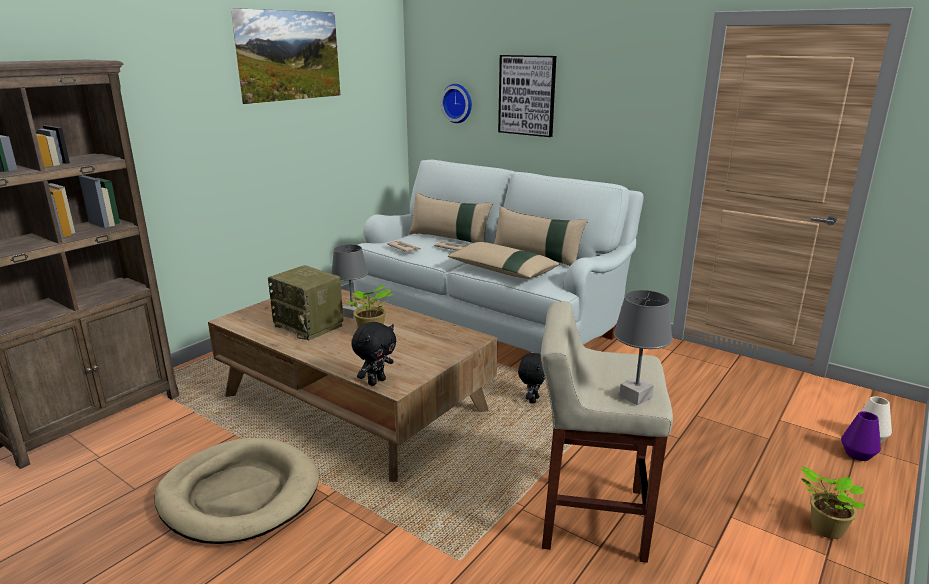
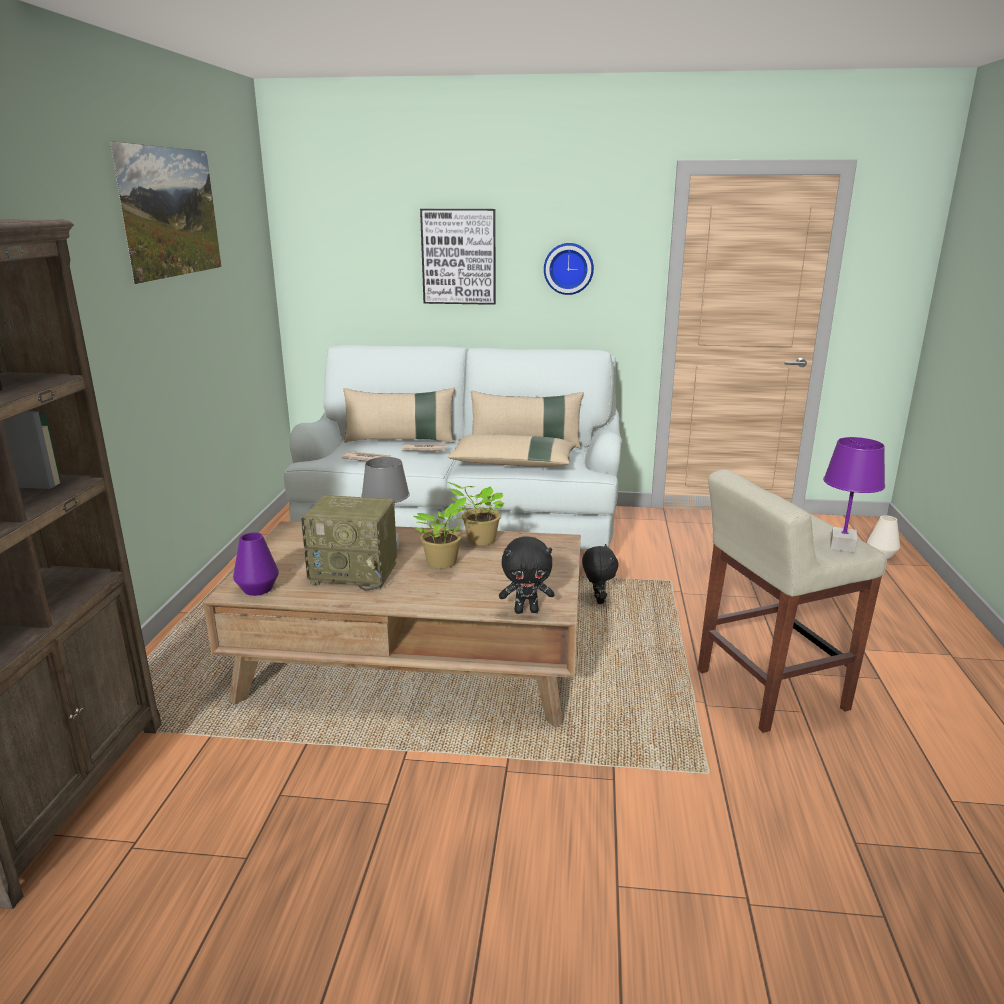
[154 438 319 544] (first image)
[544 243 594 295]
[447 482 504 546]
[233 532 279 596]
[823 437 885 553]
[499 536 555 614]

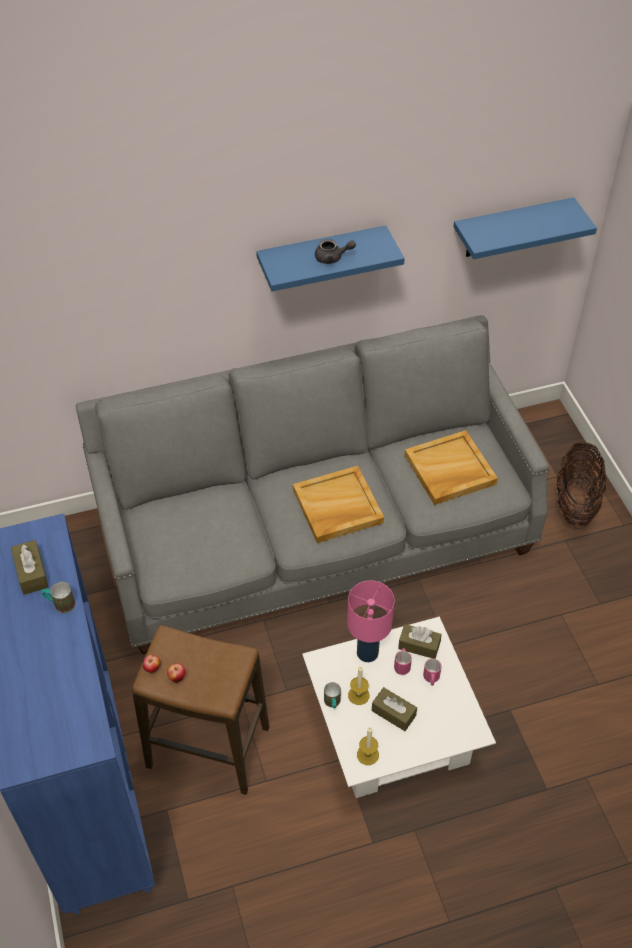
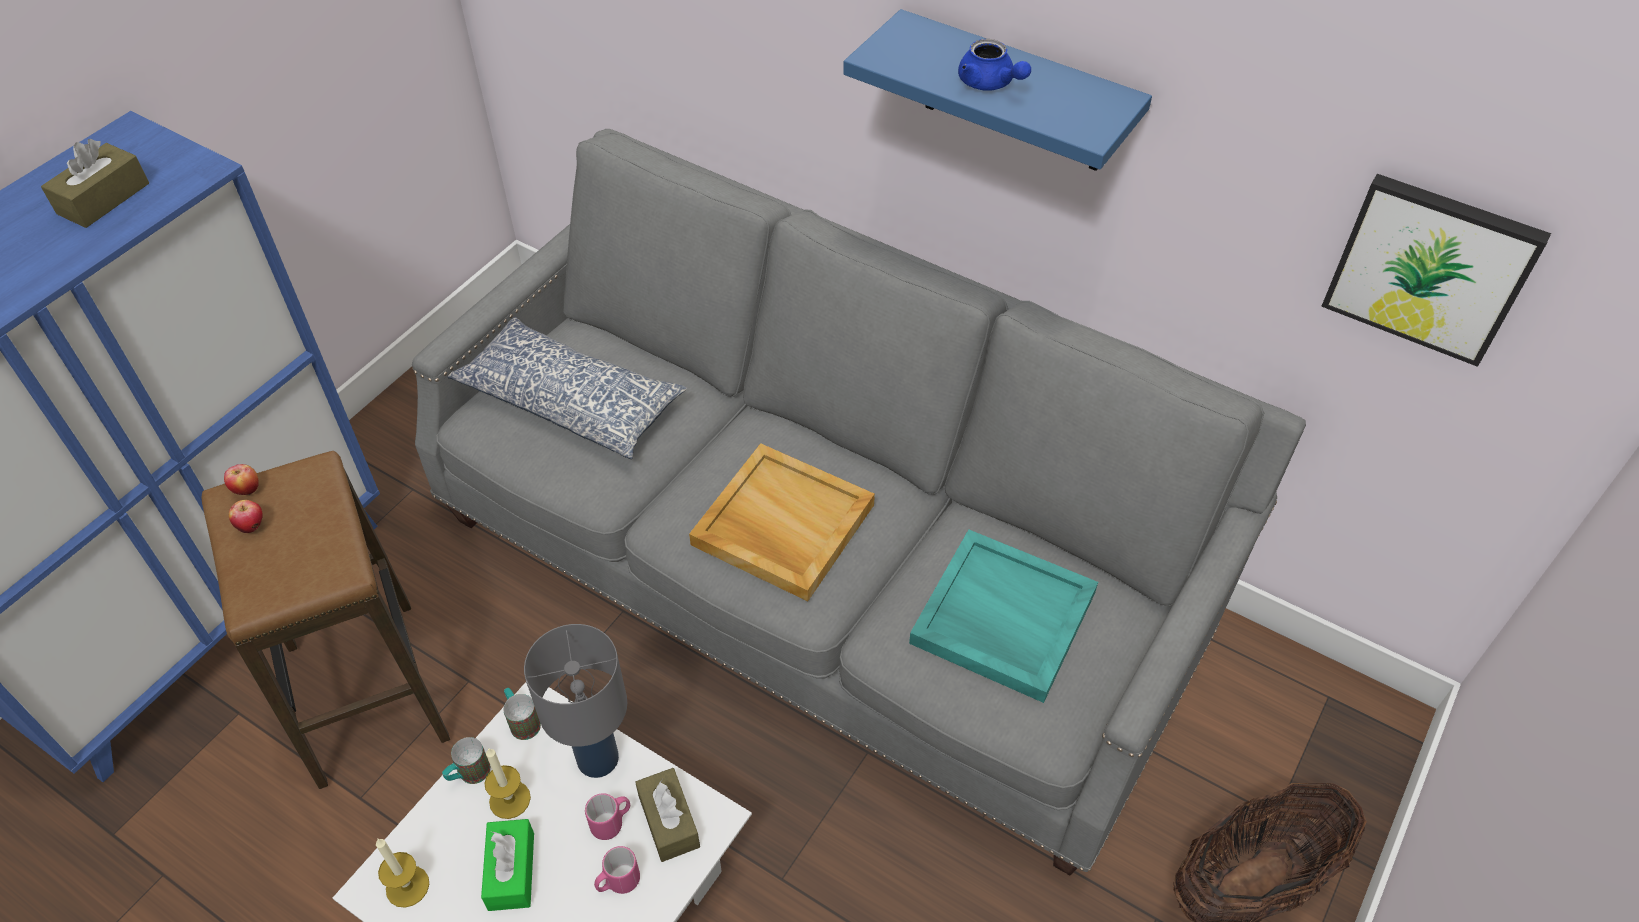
[447 317 687 459]
[503 688 541 740]
[1321 174 1551 367]
[958 39 1031 91]
[524 624 627 778]
[481 819 534 911]
[909 529 1098 703]

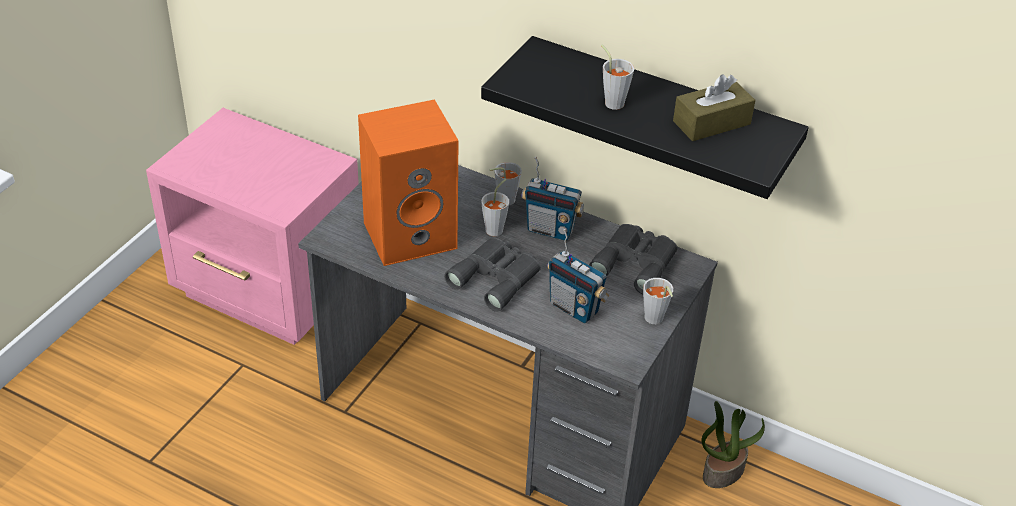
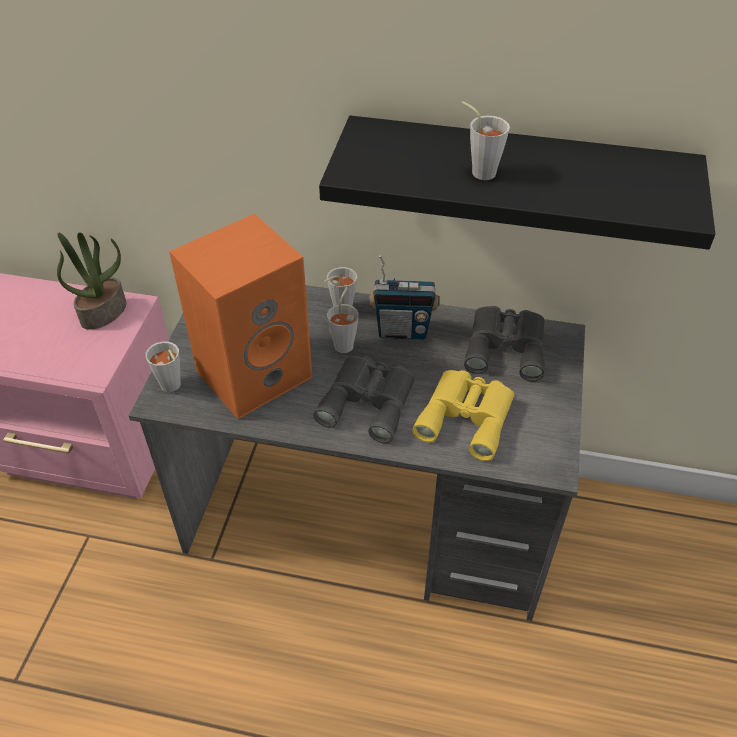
[673 74 755 141] (first image)
[145 341 181 392]
[57 232 126 330]
[412 370 514 461]

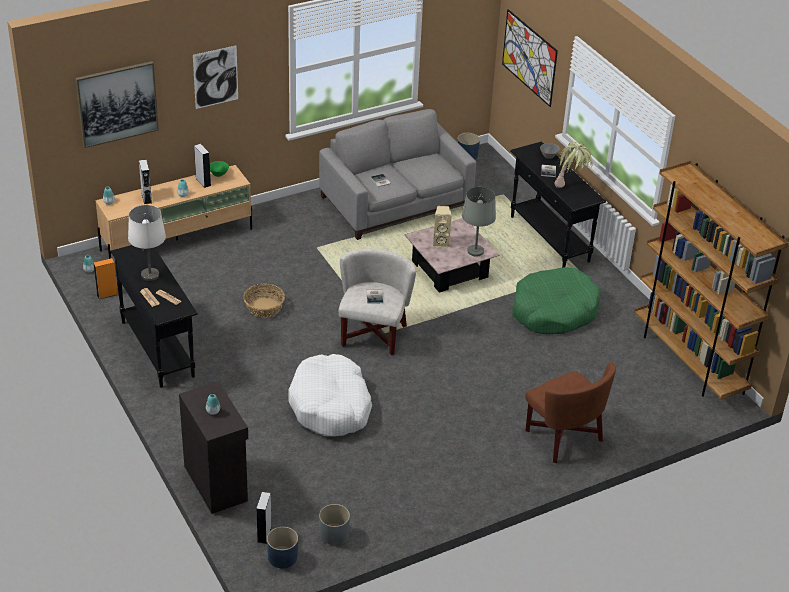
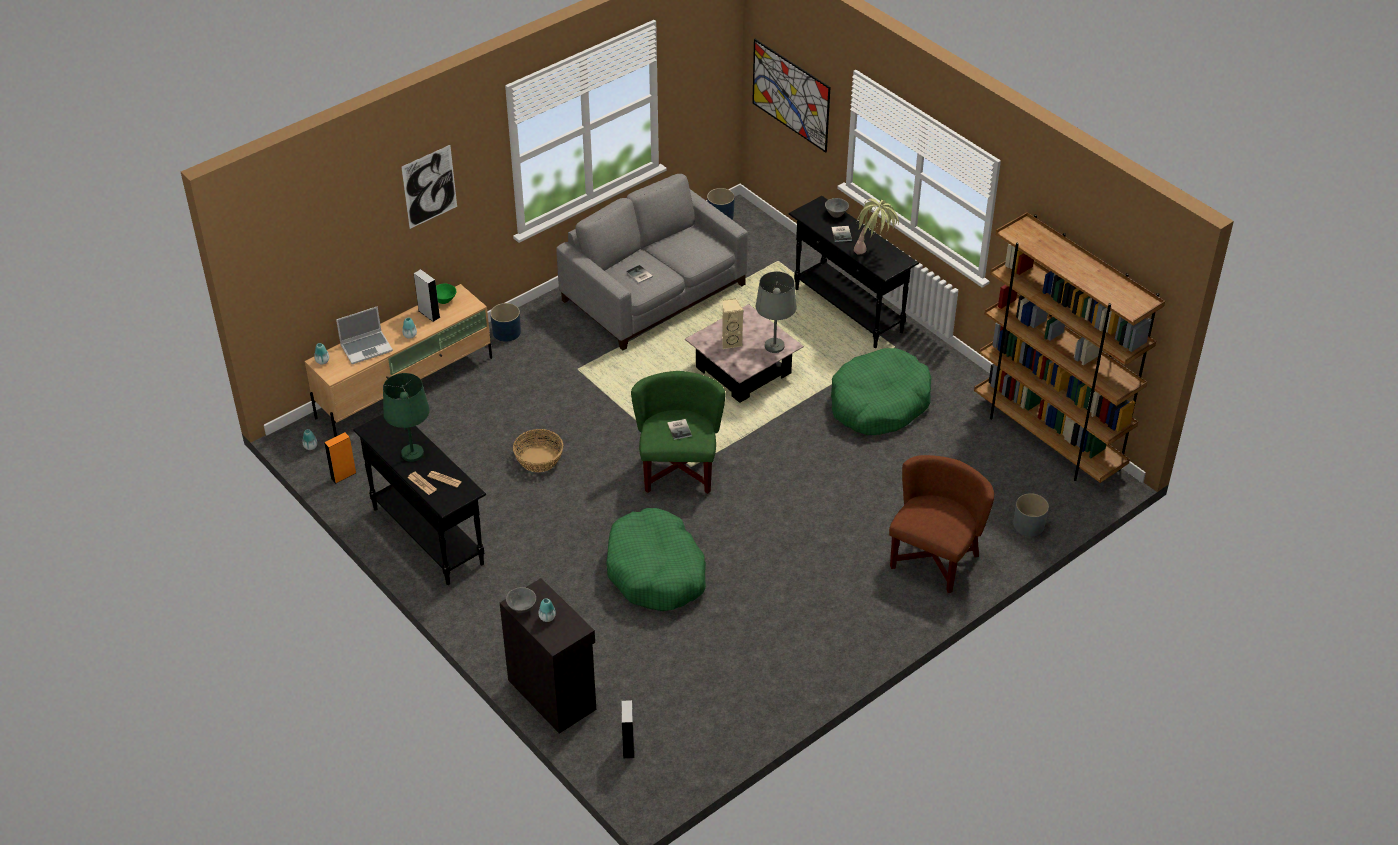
[76 61 159 148] (first image)
[506 587 536 613]
[490 303 521 342]
[1013 493 1049 537]
[336 306 393 364]
[383 373 430 462]
[606 508 706 611]
[631 371 725 494]
[889 455 994 593]

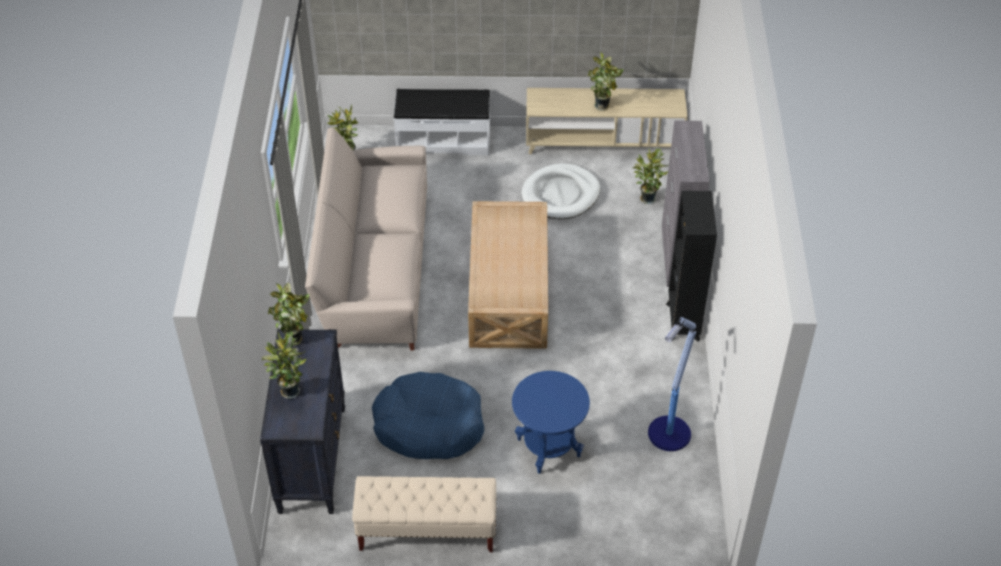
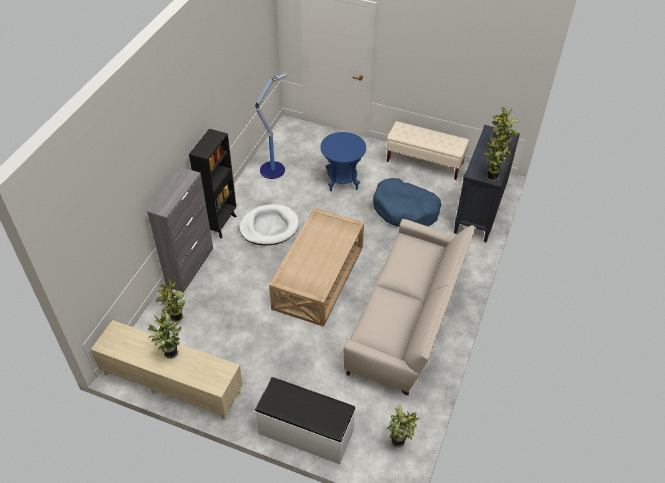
[239 204 299 246]

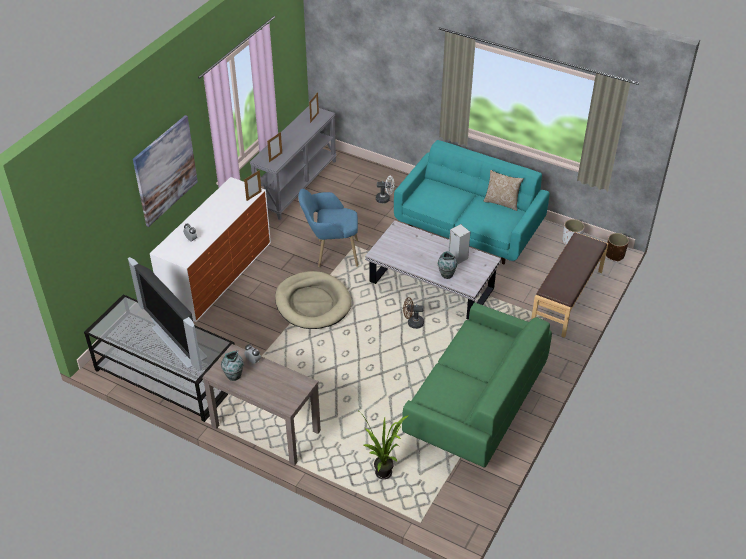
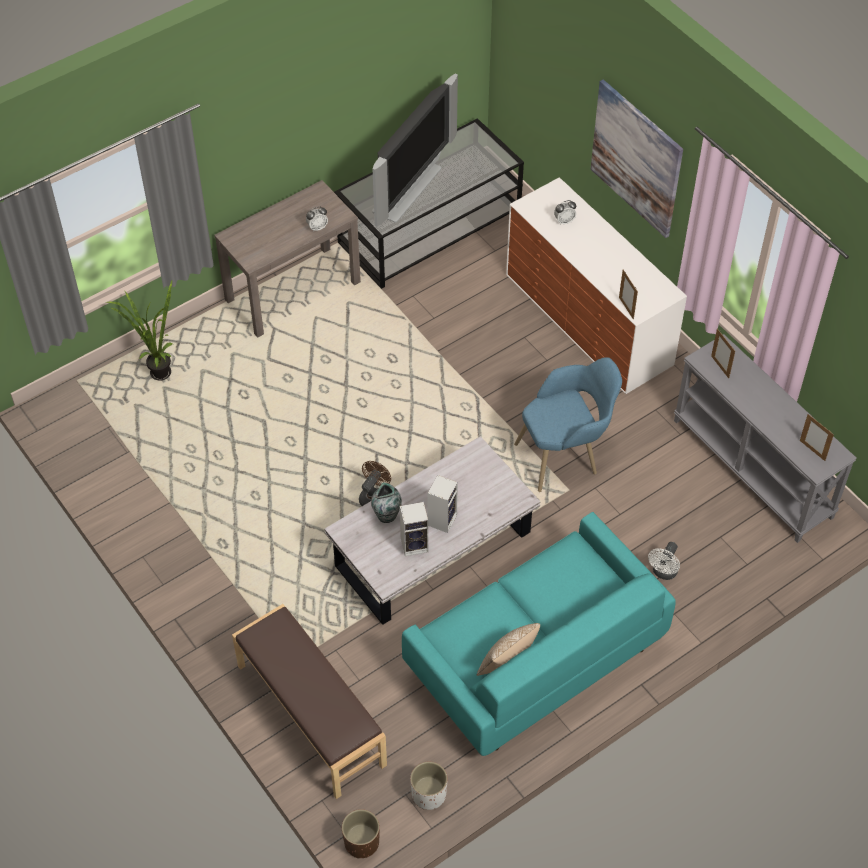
[221 350 244 381] (first image)
[275 271 352 329] (first image)
[402 303 552 468] (first image)
[428 475 458 533]
[372 74 458 227]
[514 357 622 492]

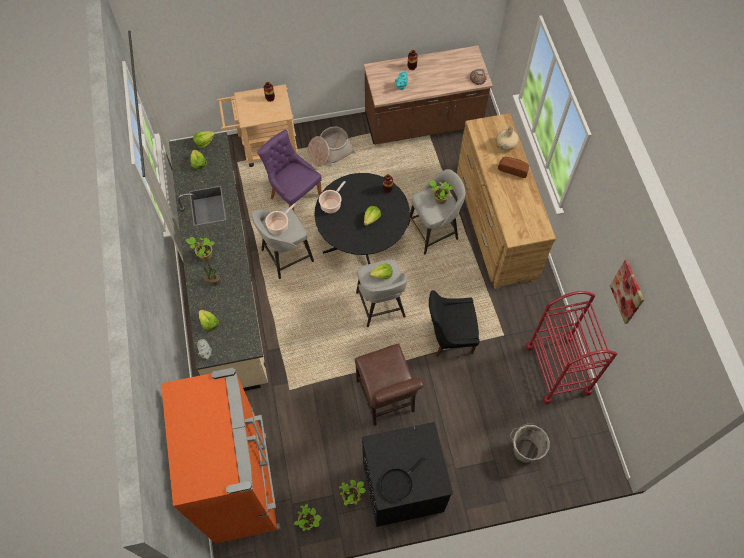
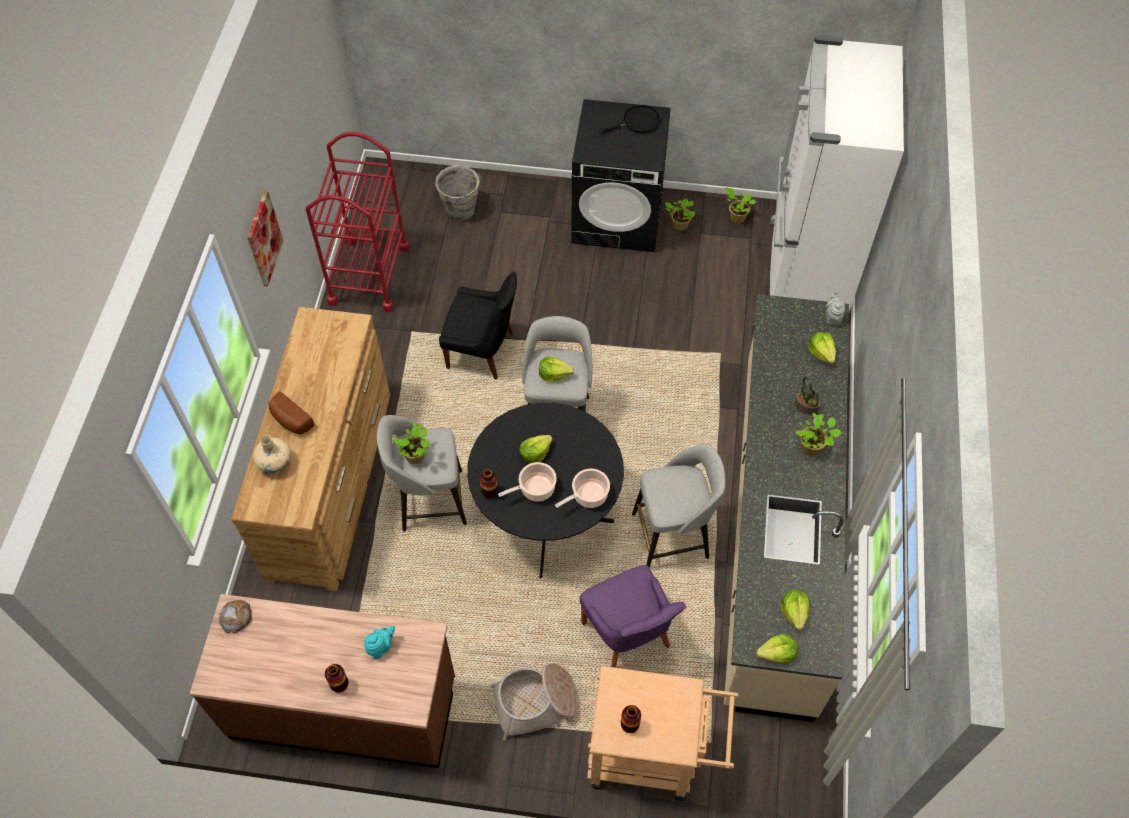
[355 343 423 426] (first image)
[498 462 557 502]
[247 190 283 286]
[770 34 904 312]

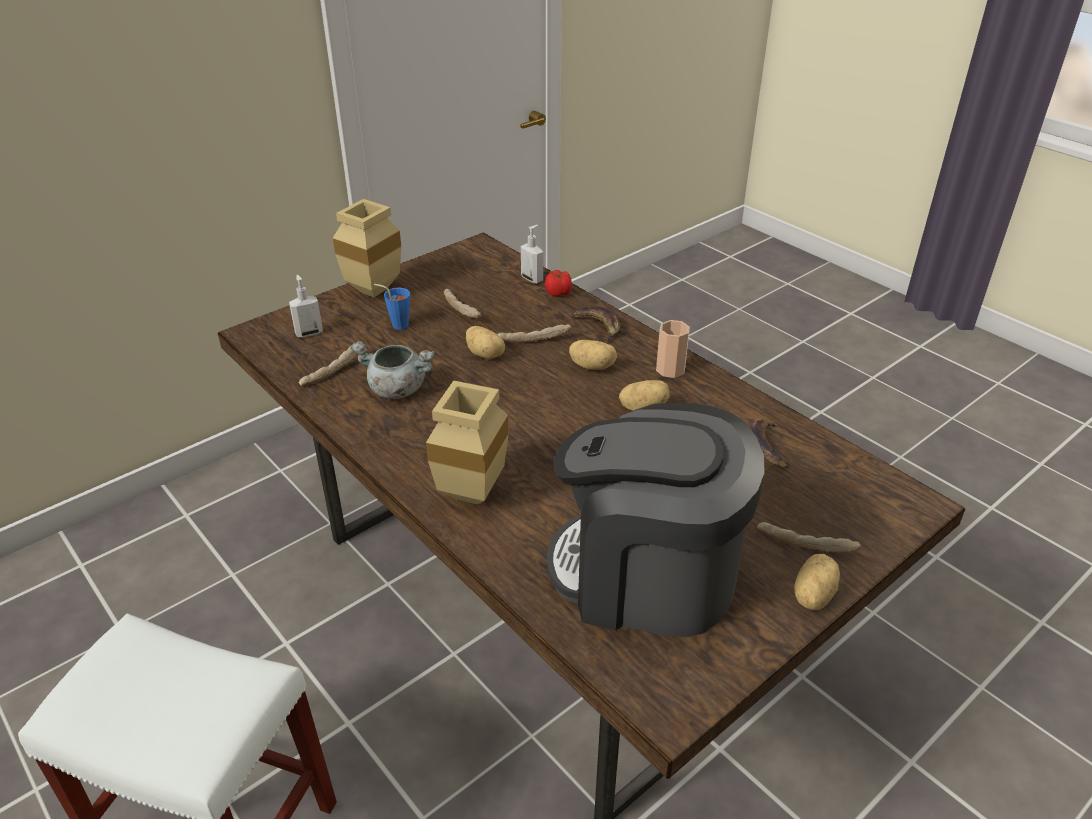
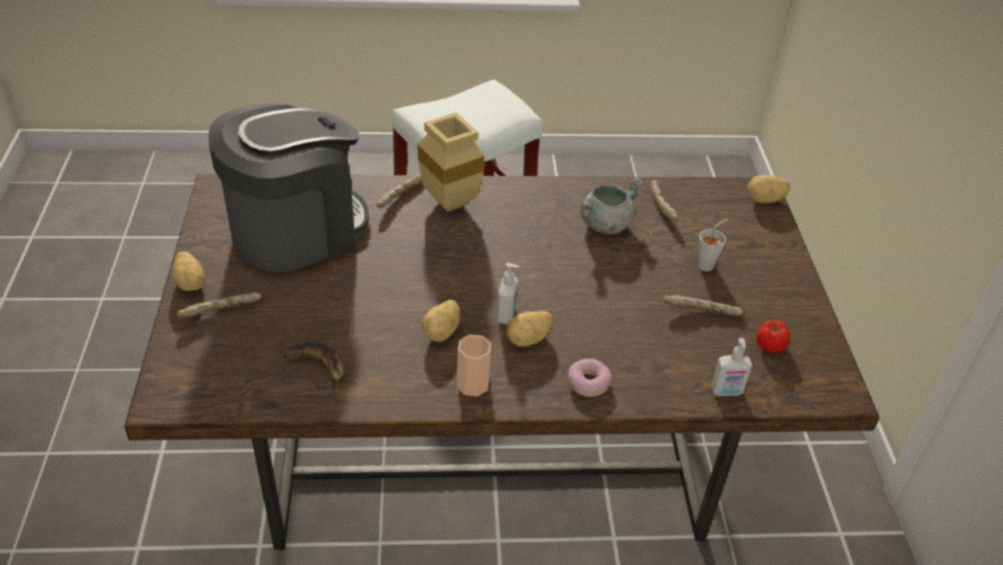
[333 199 401 297] (first image)
[497 263 520 325]
[747 175 790 203]
[377 175 422 208]
[756 320 791 353]
[568 359 612 397]
[697 219 728 271]

